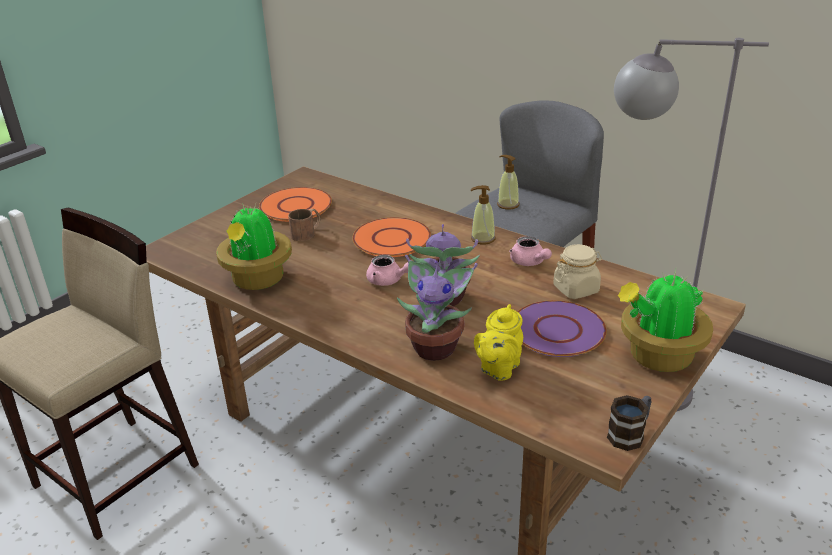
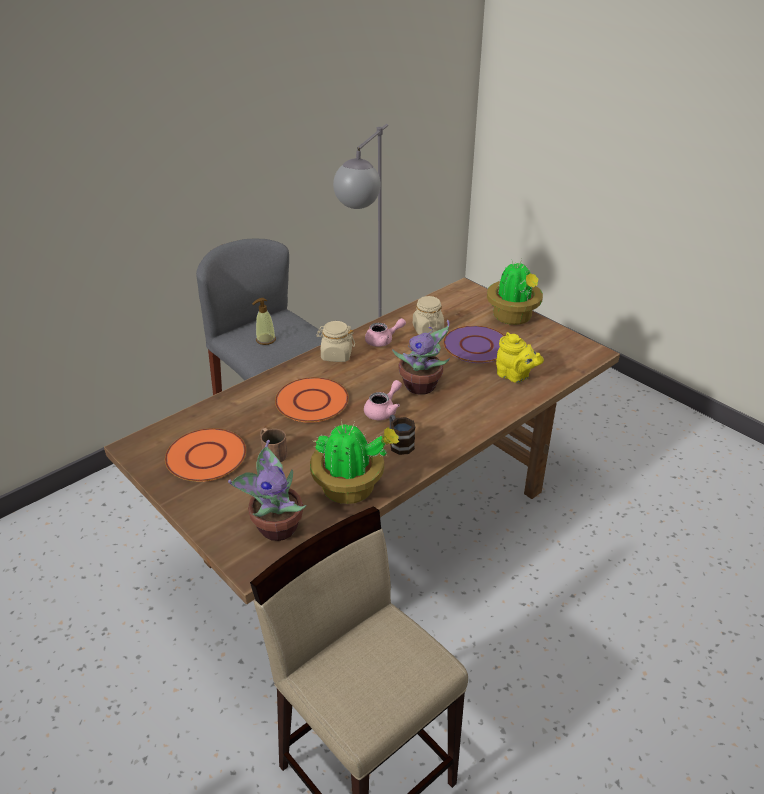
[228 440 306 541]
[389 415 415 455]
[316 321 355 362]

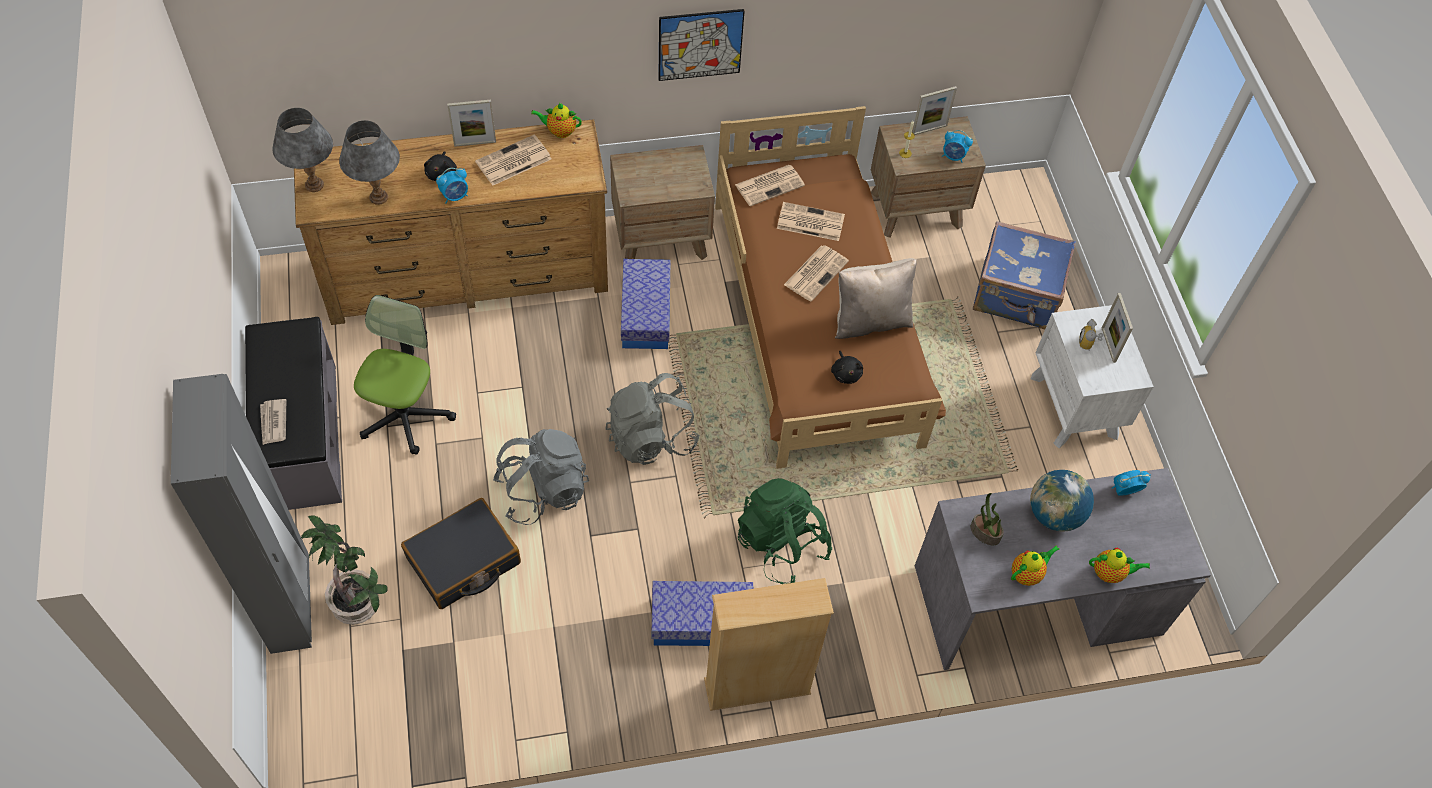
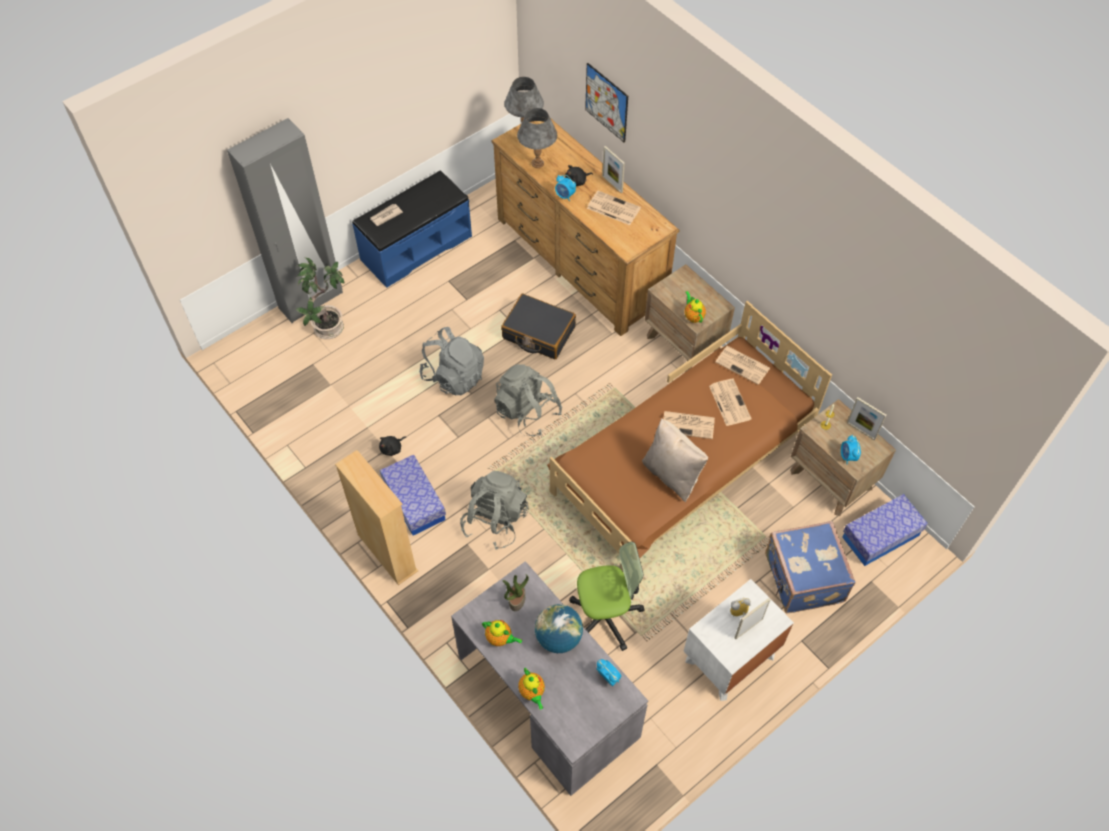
[569 542 644 651]
[501 293 576 359]
[685 291 706 323]
[842 494 928 566]
[585 63 628 142]
[379 436 406 456]
[352 171 472 288]
[460 471 529 550]

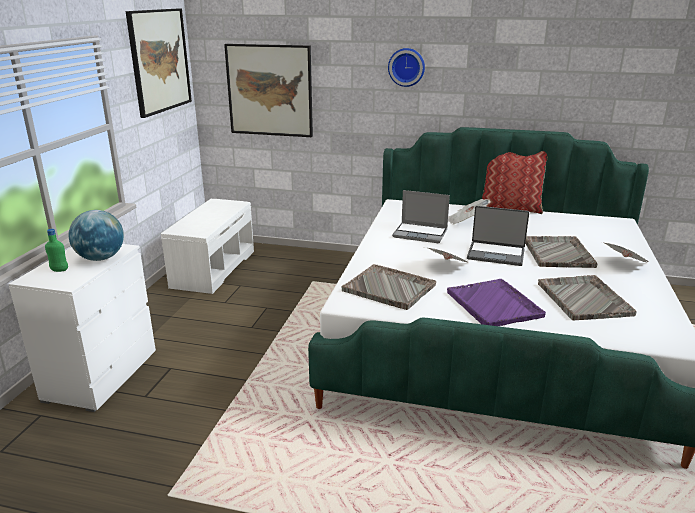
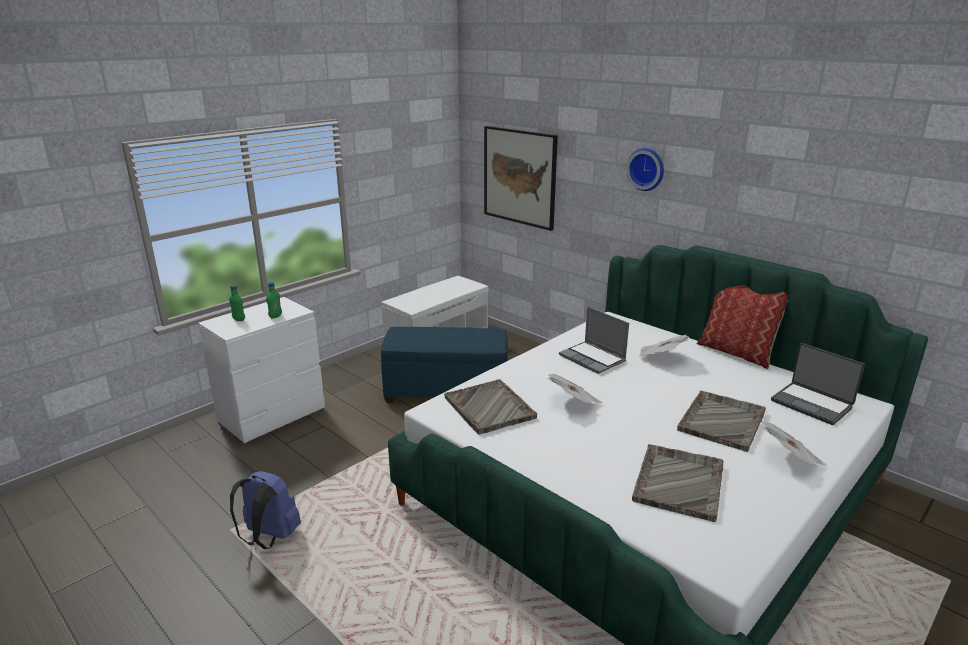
[125 8 192 118] (first image)
[447 279 546 326] (first image)
[230 471 301 549]
[381 327 507 403]
[771 343 865 425]
[266 282 282 318]

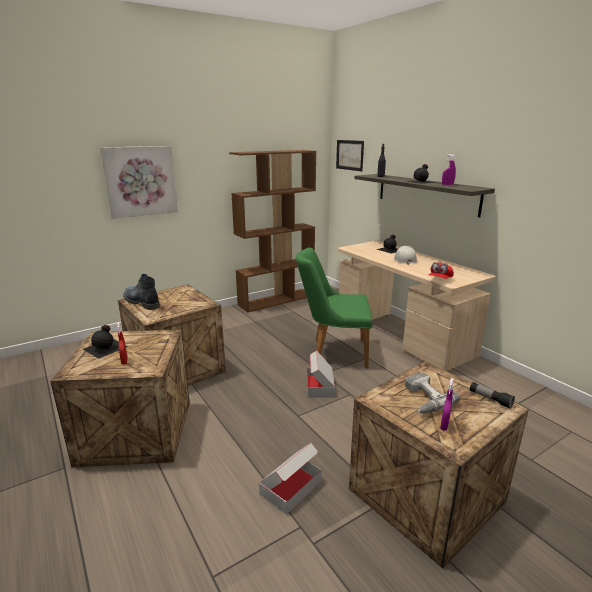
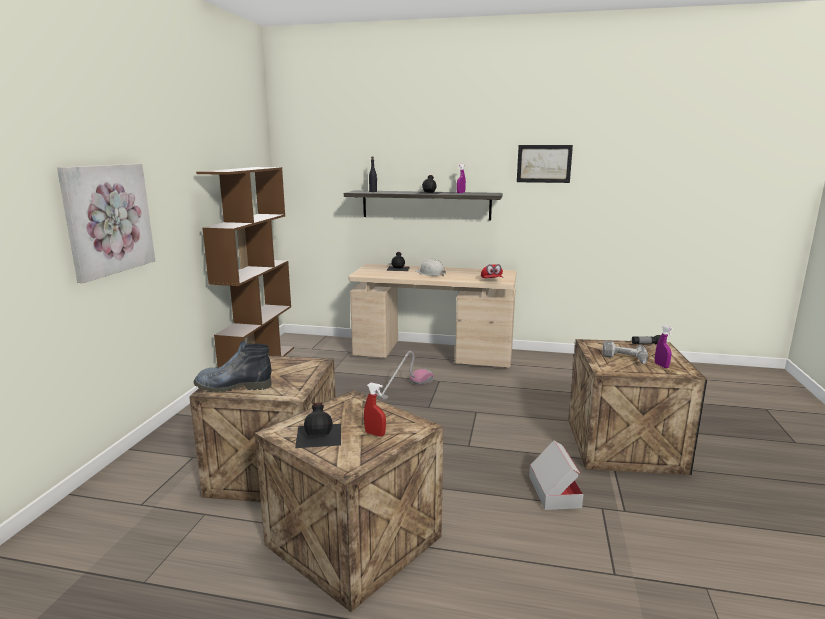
[307 351 335 397] (first image)
[517 145 573 183]
[376 351 434 400]

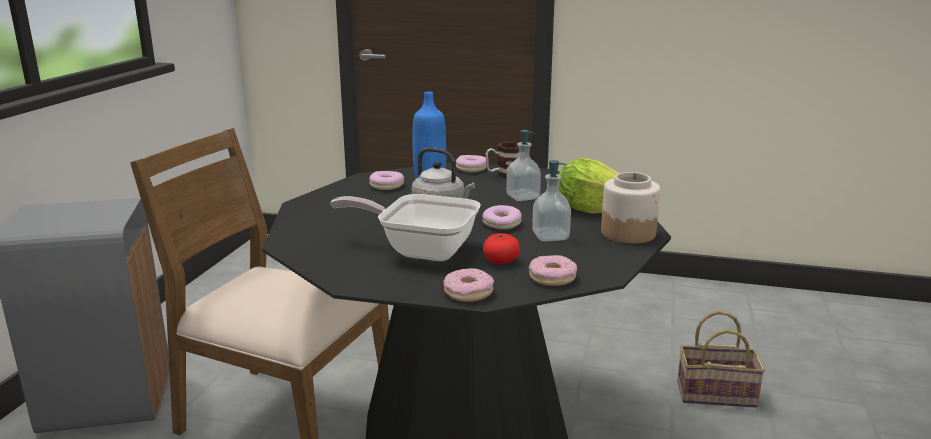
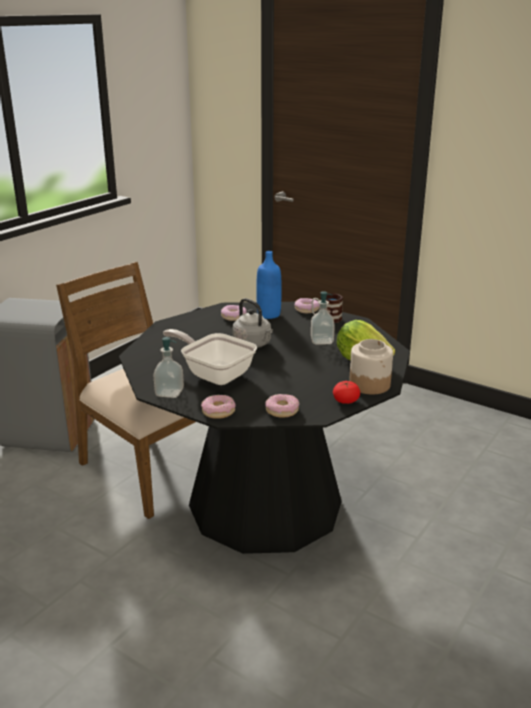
[483 205 522 230] (first image)
[677 311 765 408] (first image)
[333 381 360 404]
[154 337 184 398]

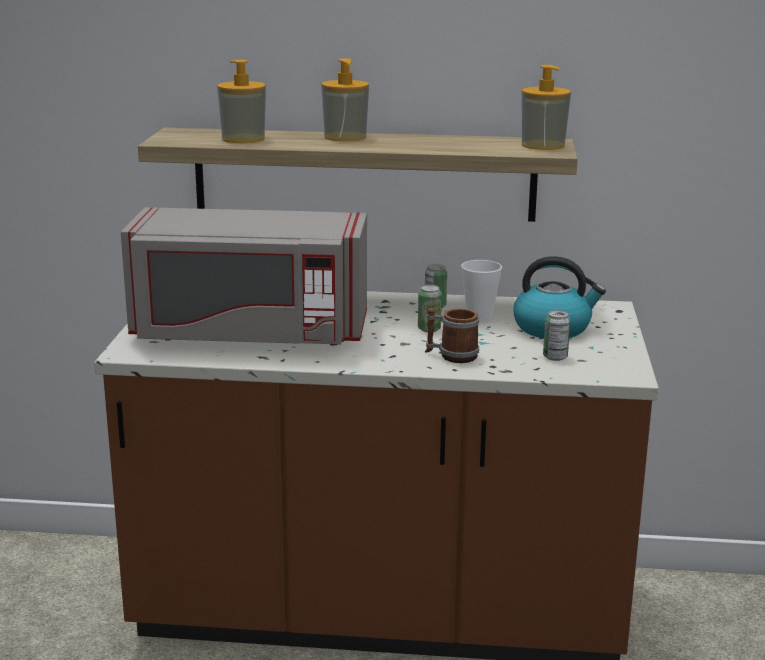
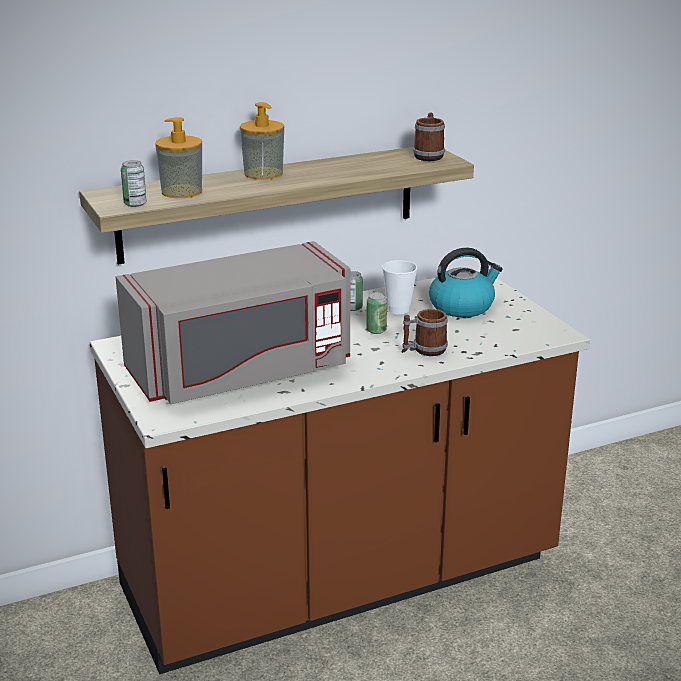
[121 160 146 207]
[413 113 445 161]

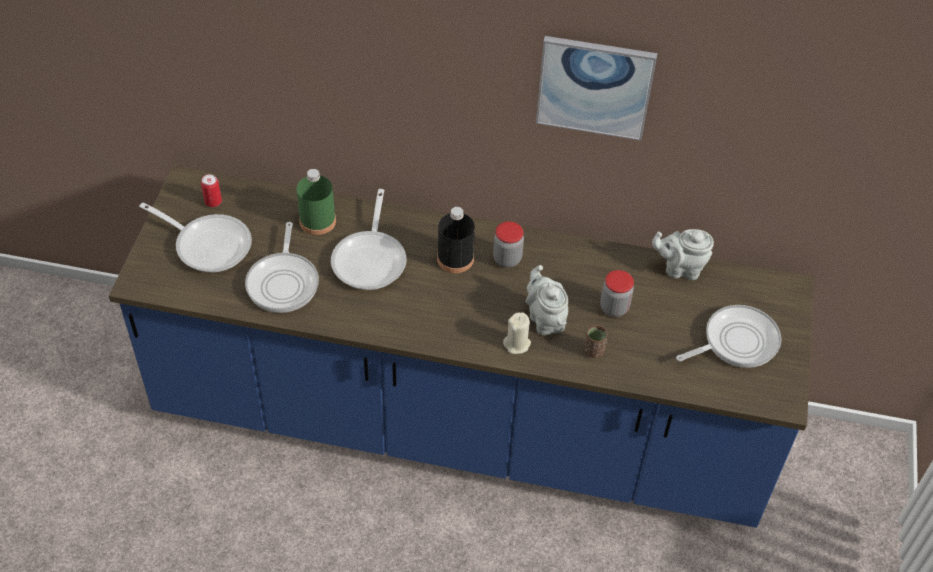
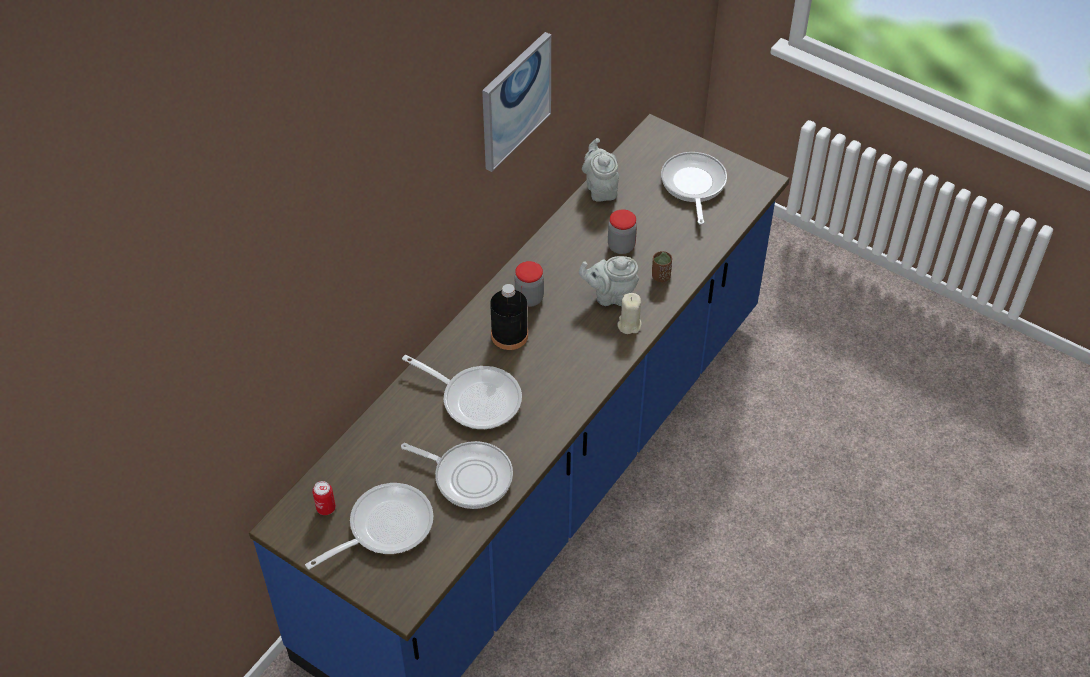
[297 169 336 235] (first image)
[582 138 619 202]

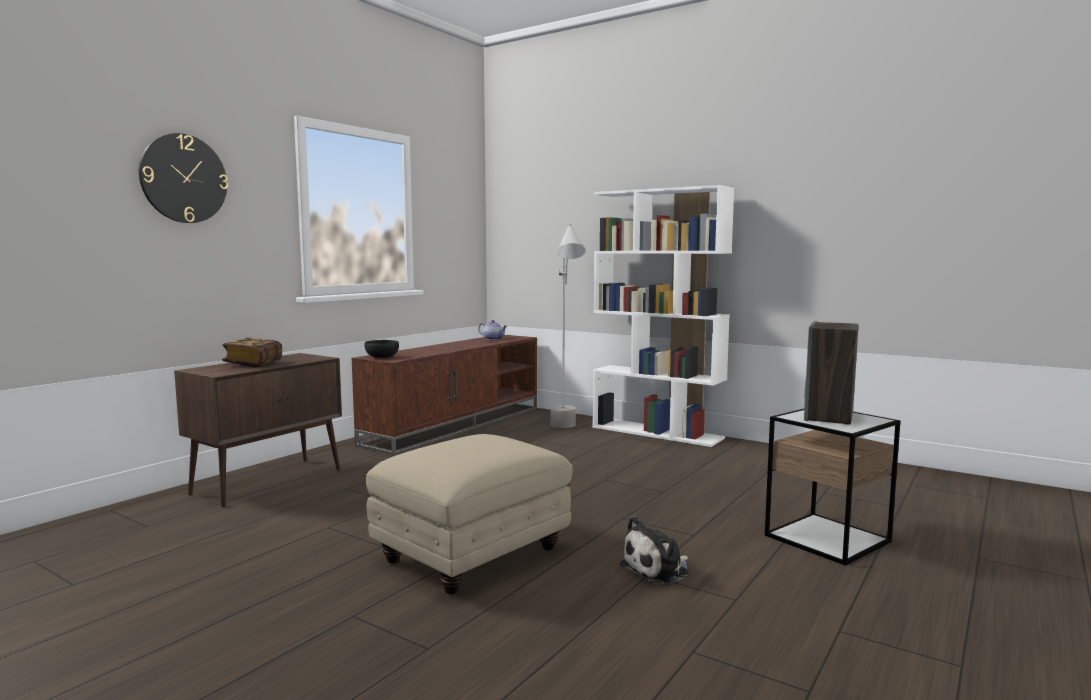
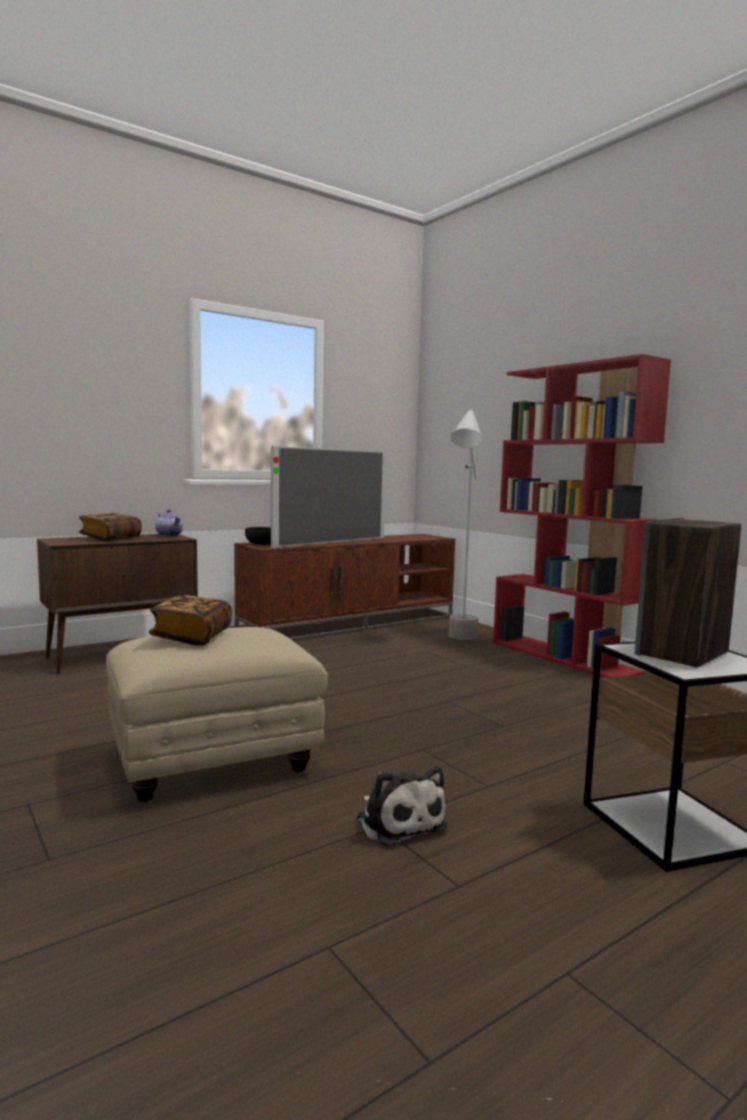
[139 133 228 223] (first image)
[149 595 232 646]
[271 446 386 548]
[155 509 183 537]
[493 354 671 678]
[357 766 448 847]

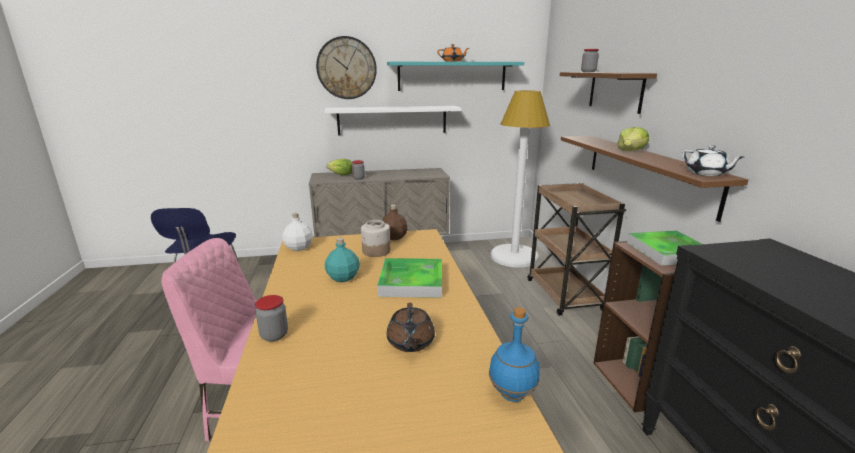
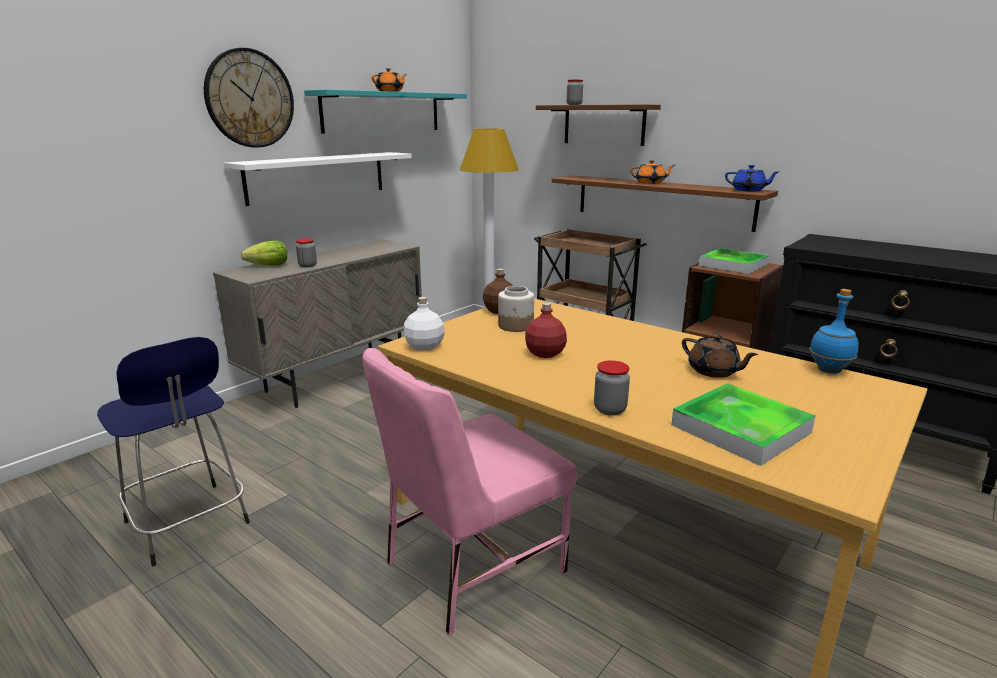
[671 383 816 466]
[630 160 675 184]
[525 302 567 358]
[725 165 781 192]

